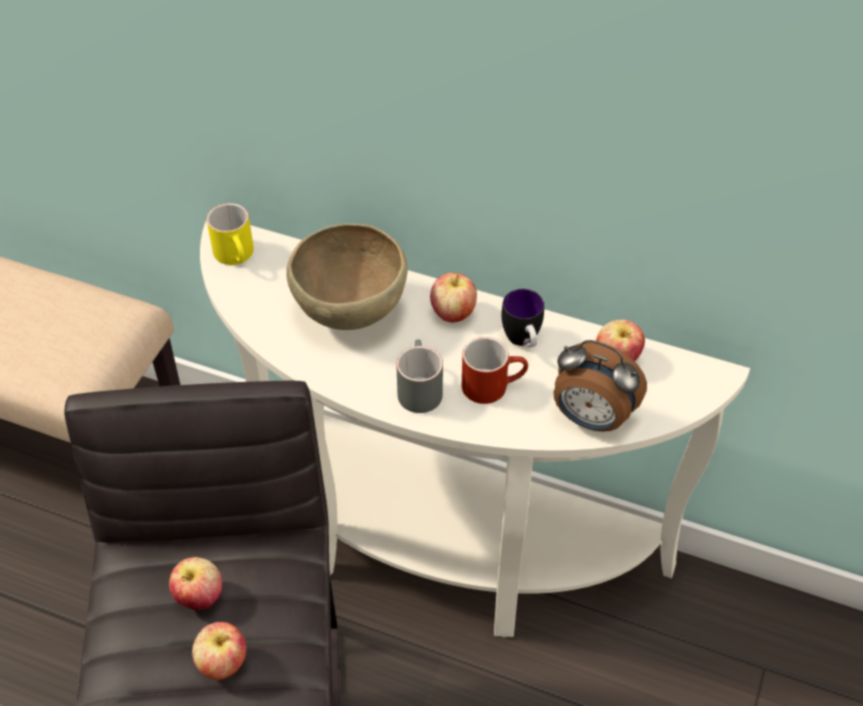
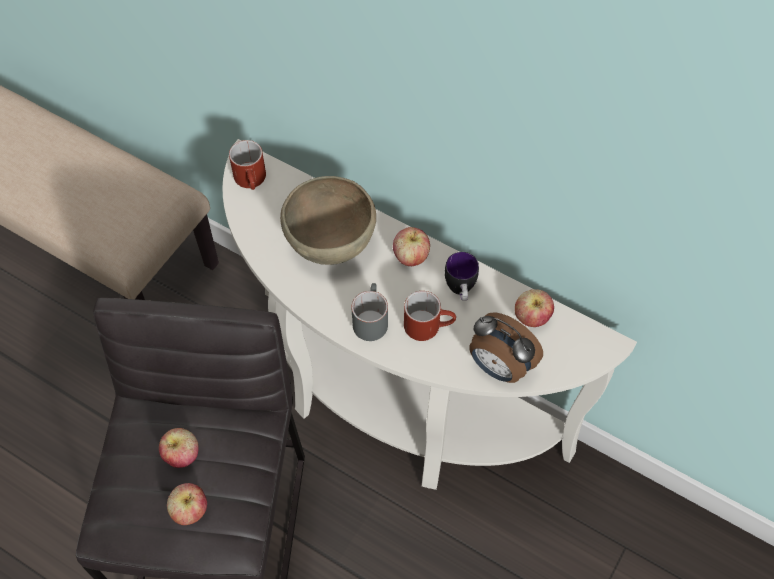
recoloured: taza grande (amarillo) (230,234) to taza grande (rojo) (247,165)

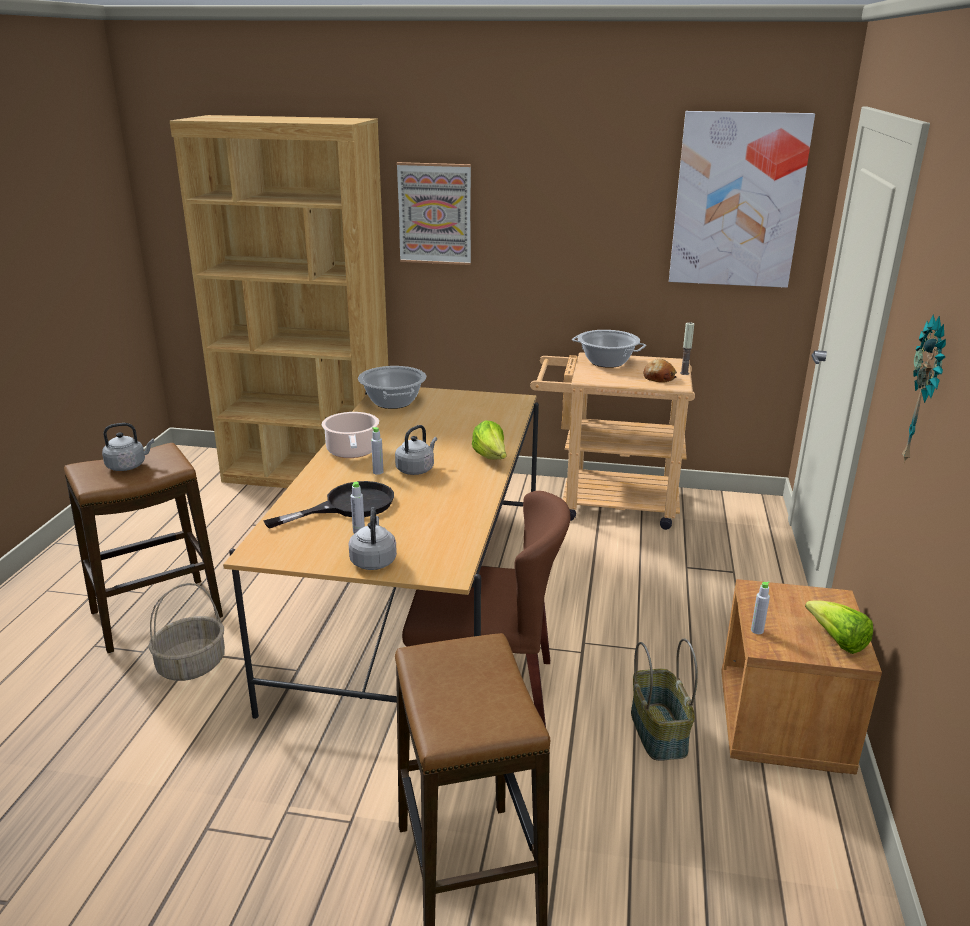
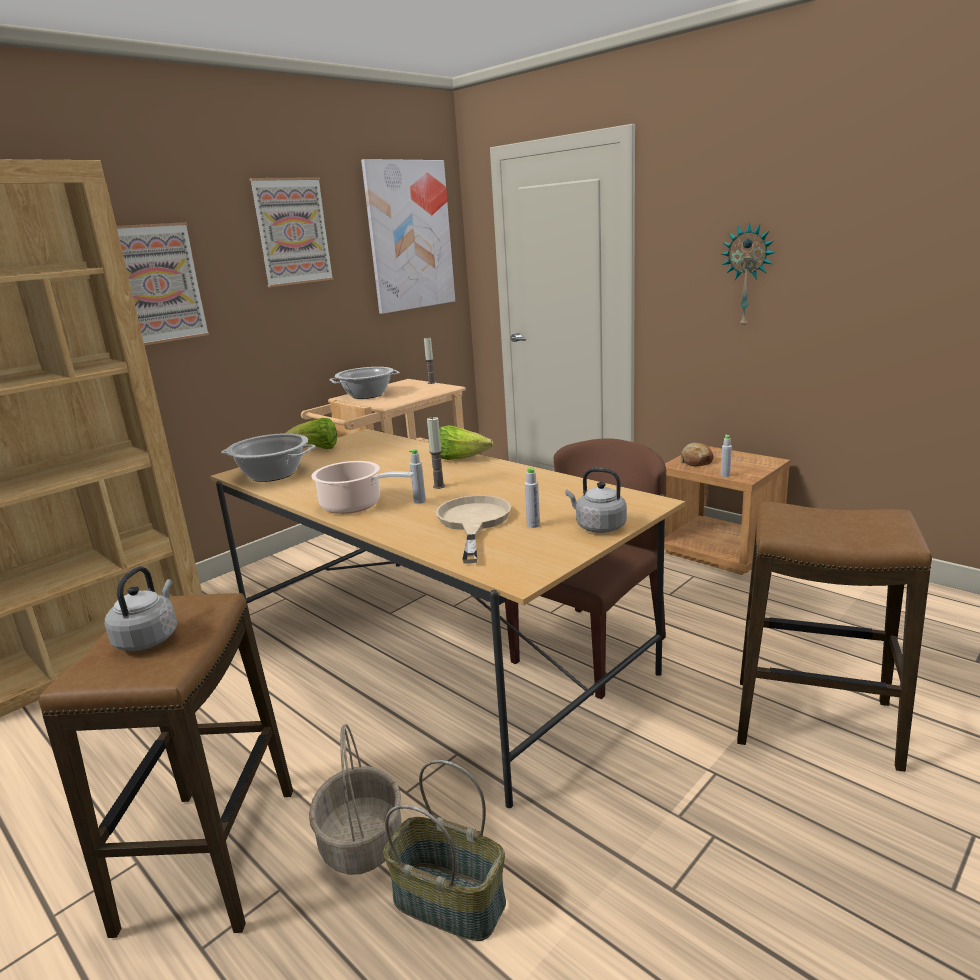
added: cuadro (291,232)
moved: cesta (664,699) to (444,850); pan (660,371) to (696,455); lechuga (839,627) to (311,433)
replaced: hervidor (gris) (416,450) to vela (436,453)
recoloured: sartén (negro) (328,505) to sartén (beis) (473,529)

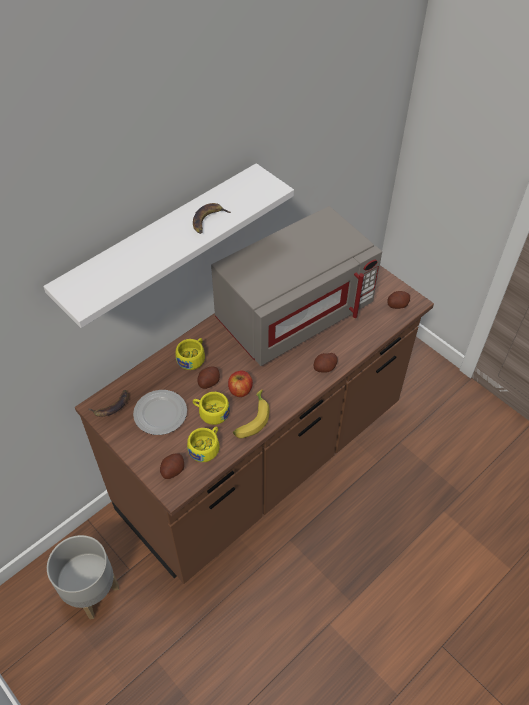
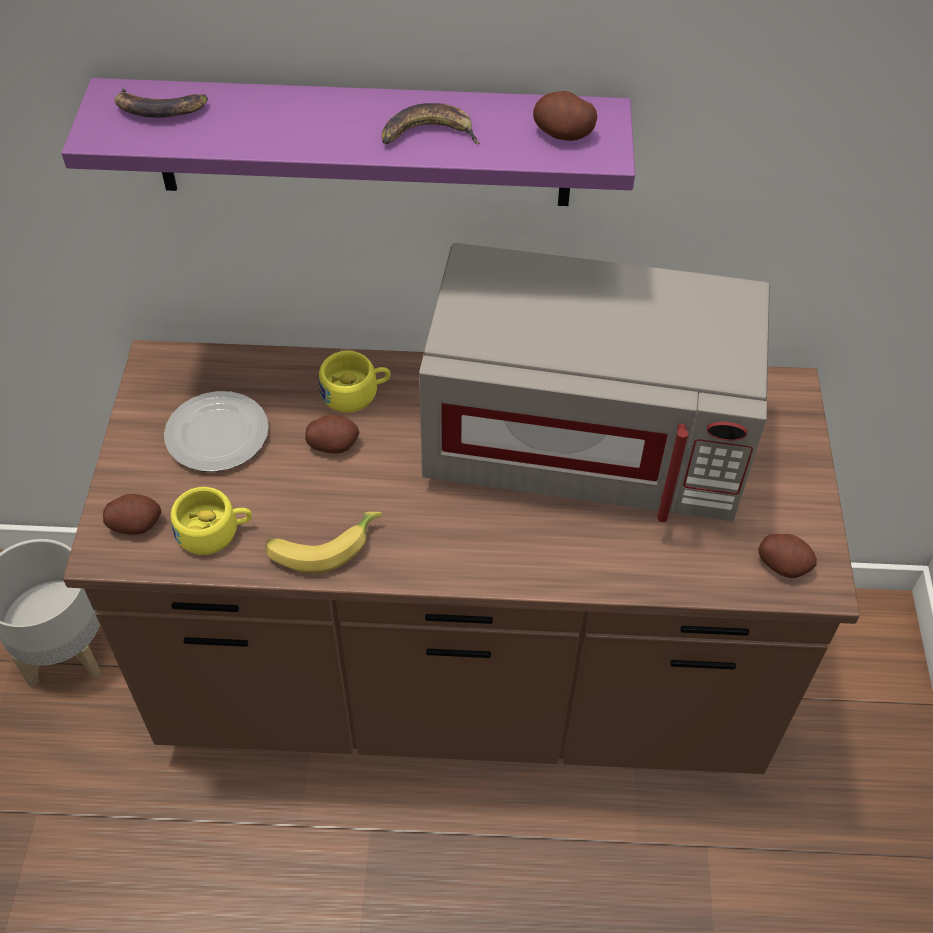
removed: taza (amarillo) (211,408); manzana (240,384)
moved: plátano (109,403) to (161,102); patata (325,363) to (565,116)
recoloured: estante (blanco) (168,245) to estante (morado) (348,142)

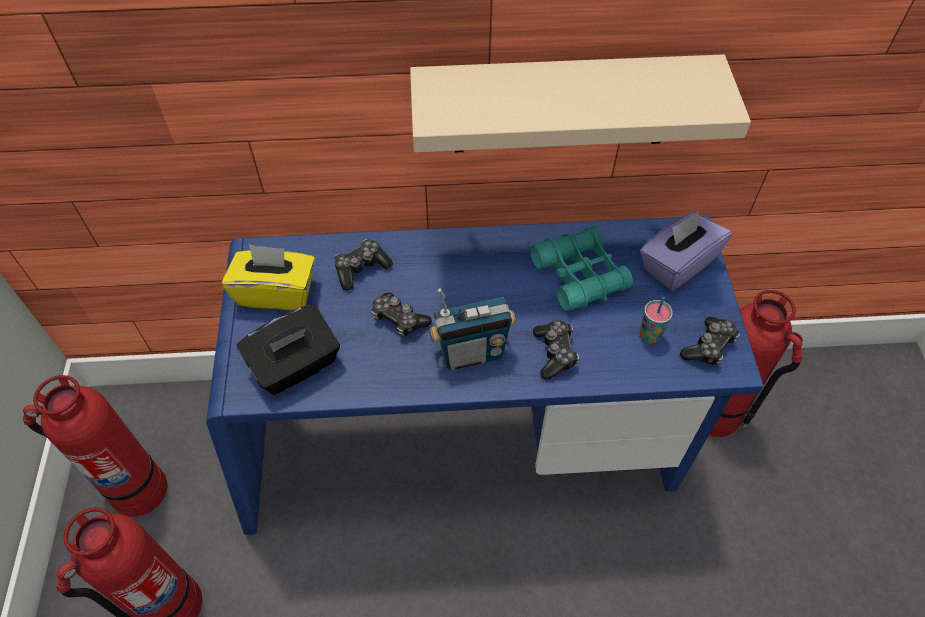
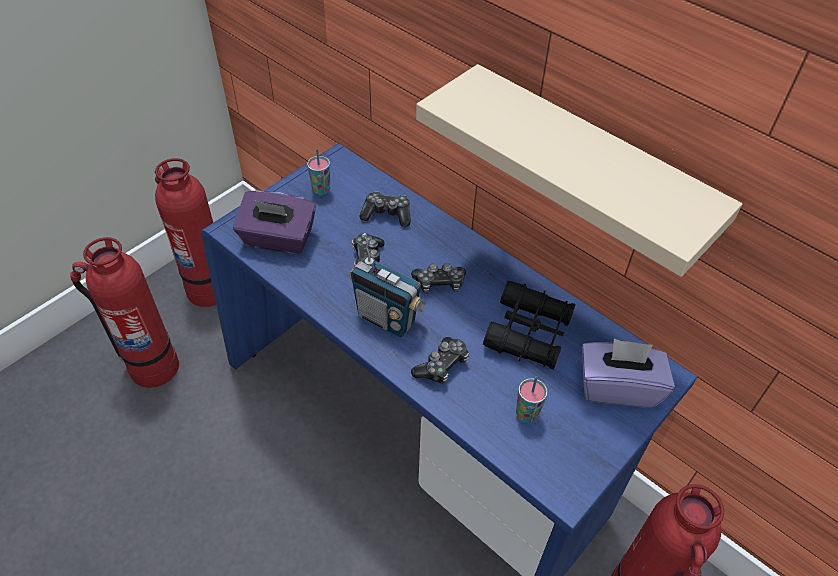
moved: mando de consola (710,341) to (438,278)
replaced: caja de pañuelos (amarillo) (268,277) to taza (318,172)
recoloured: caja de pañuelos (negro) (288,349) to caja de pañuelos (morado) (274,222); prismáticos (turquesa) (581,268) to prismáticos (negro) (529,325)

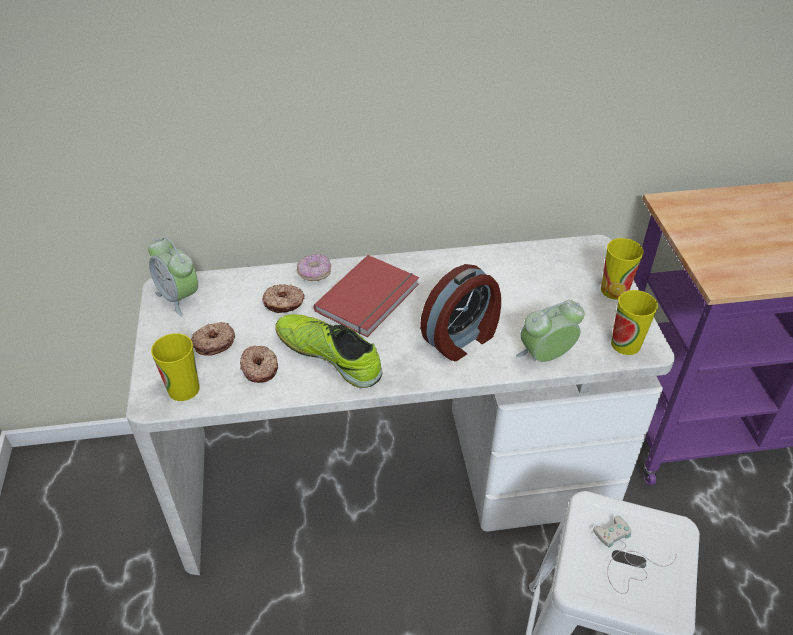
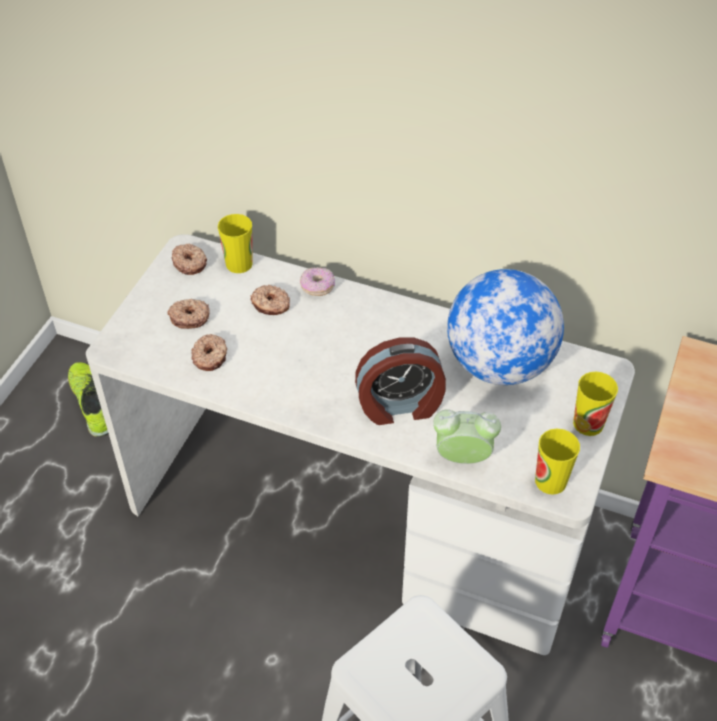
removed: libro (rojo) (366,296); mando de consola (blanco) (635,555)
added: globo terráqueo (505,327)
moved: taza (175,367) to (235,243); zapato (328,351) to (88,399)
replaced: despertador (173,276) to rosquilla (189,259)

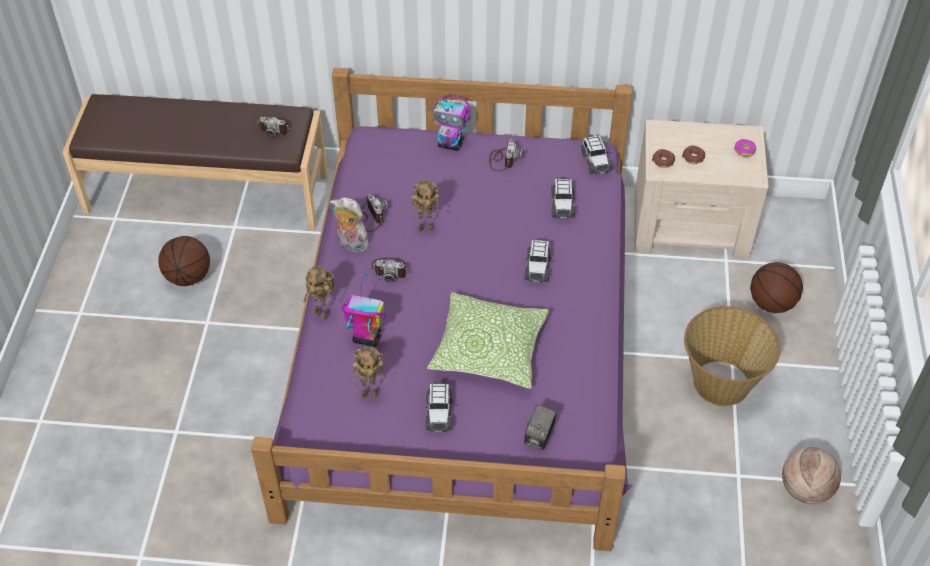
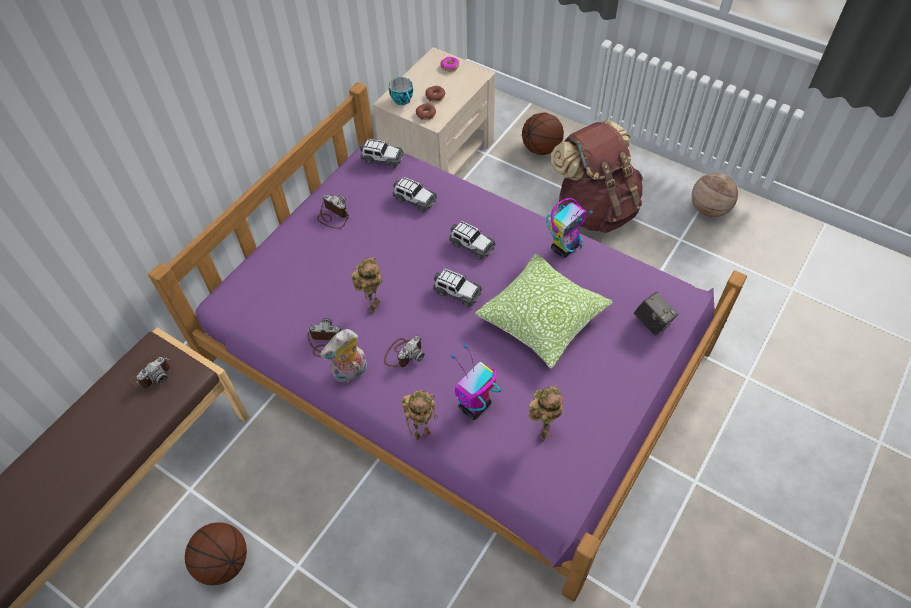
added: taza (401,91)
moved: coche de juguete (438,406) to (457,287); robot de juguete (451,123) to (569,228)
replaced: cesta (732,356) to mochila (marrón) (597,176)

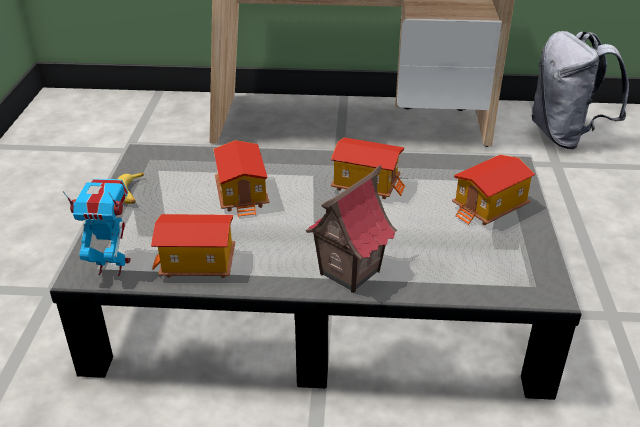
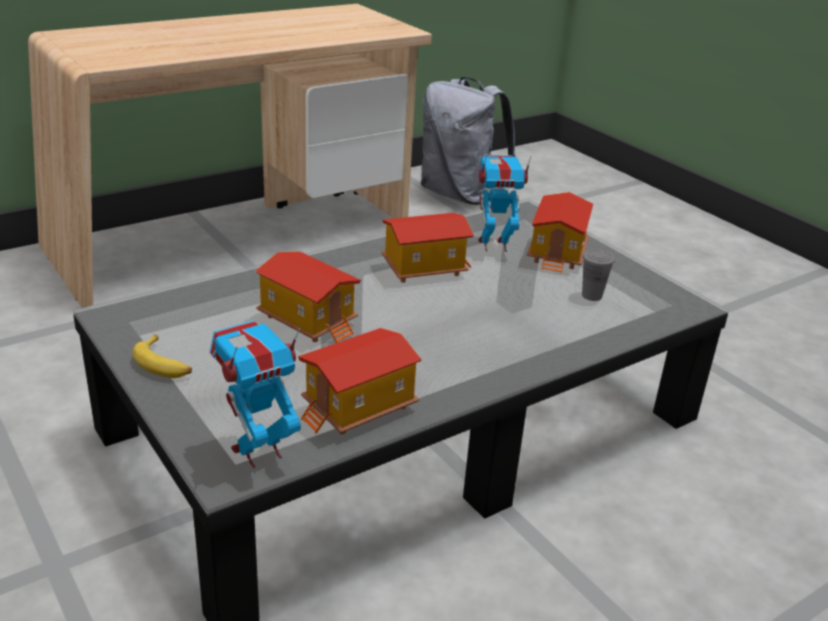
removed: casita (351,229)
added: robot de juguete (505,203); taza (gris) (598,275)

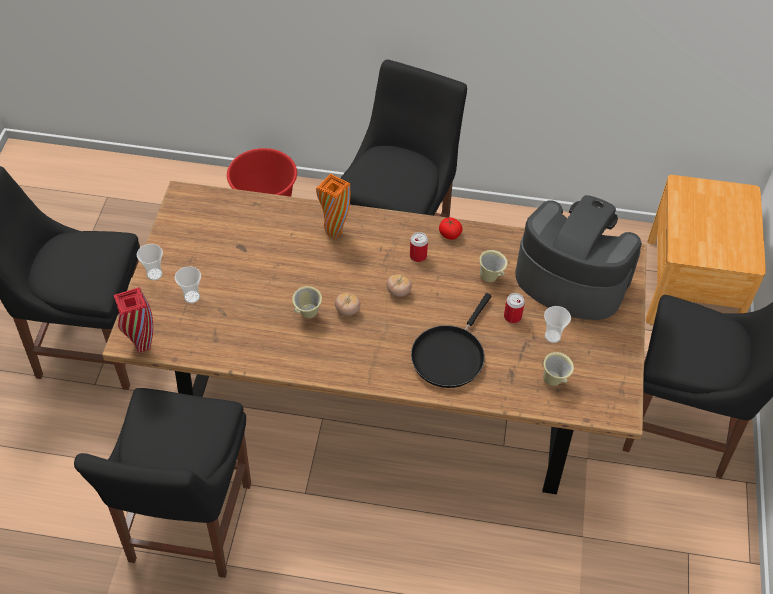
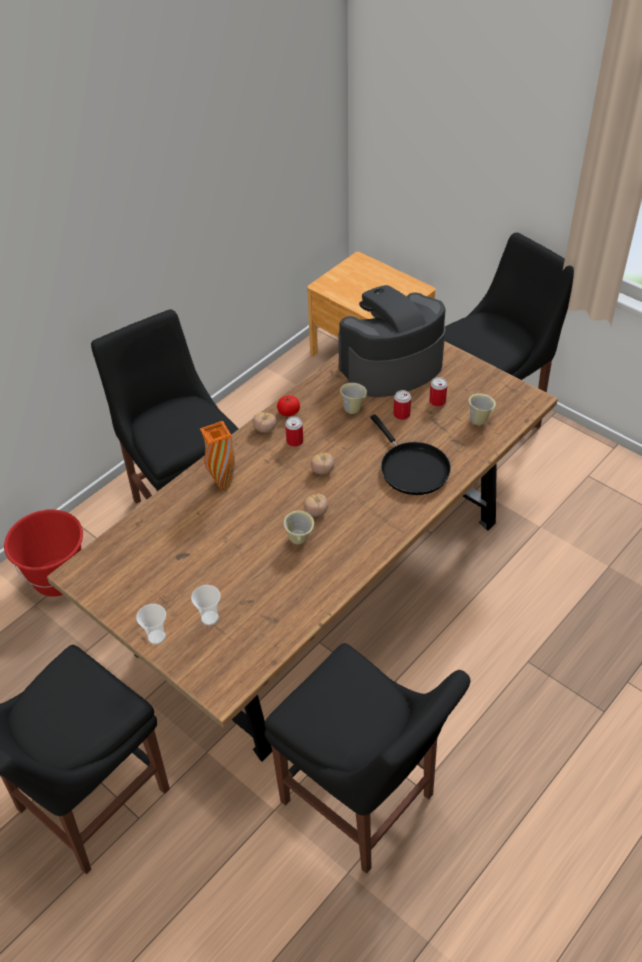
removed: florero (rojo) (133,320)
added: tomate (264,422)
replaced: taza (557,324) to lata (438,392)

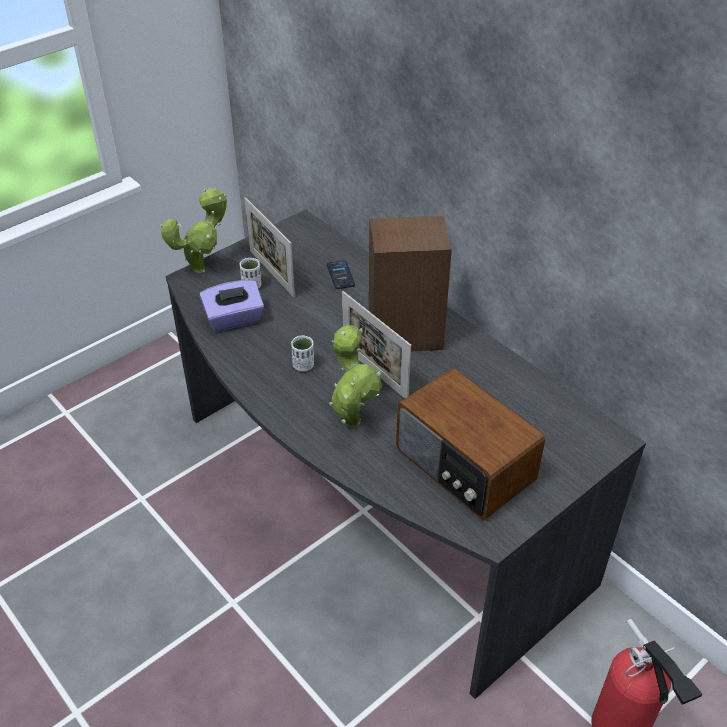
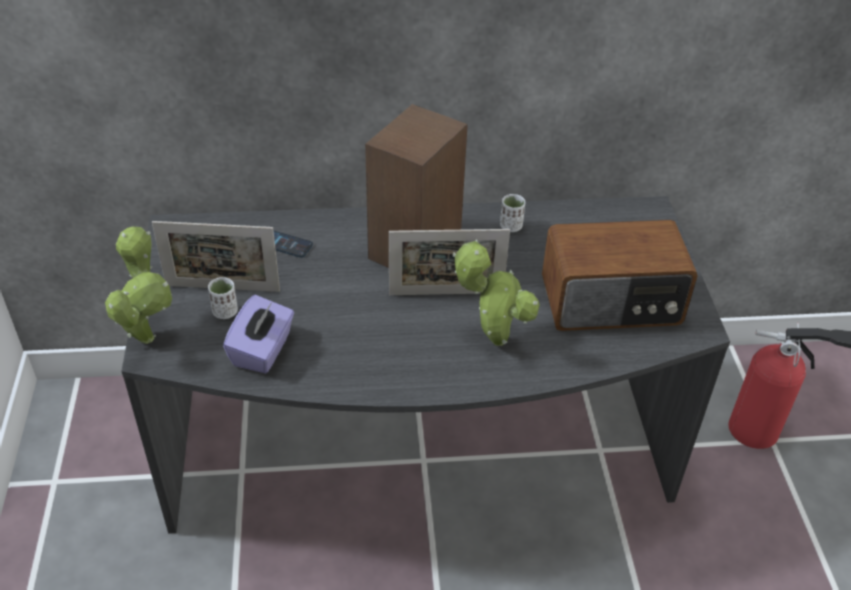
moved: taza (blanco) (302,353) to (512,213)

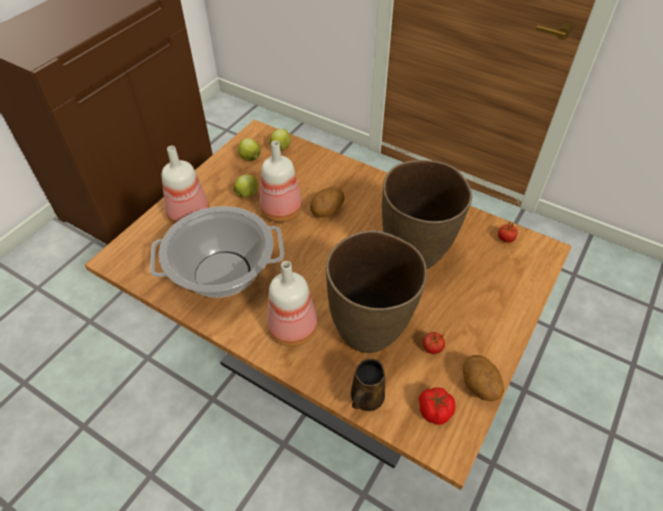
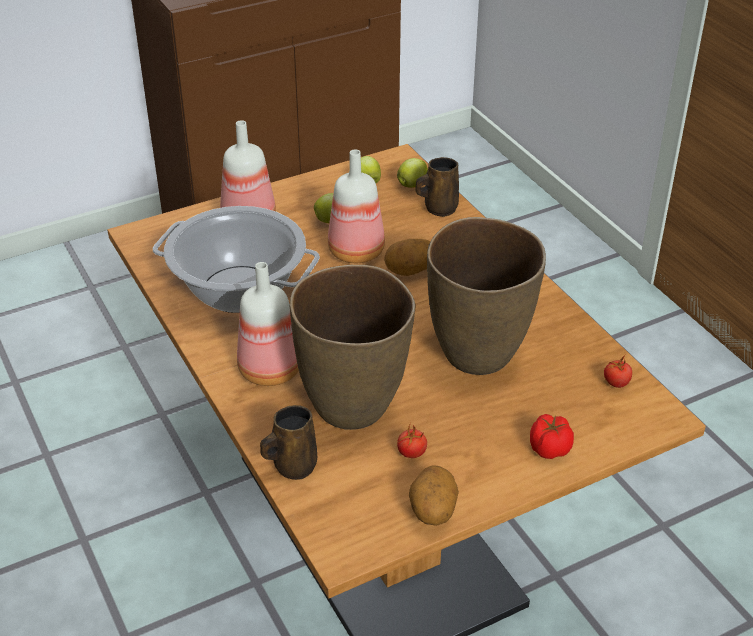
added: taza grande (marrón) (437,187)
moved: tomate (437,406) to (552,436)

